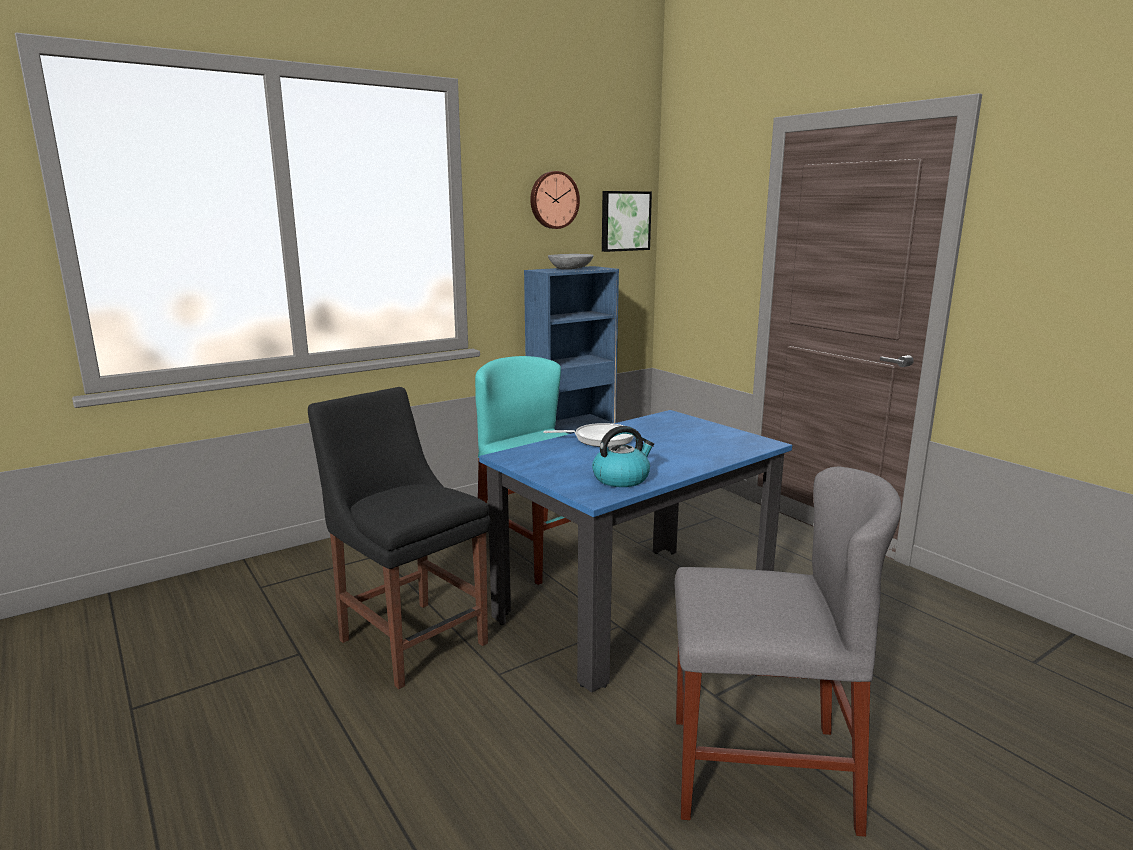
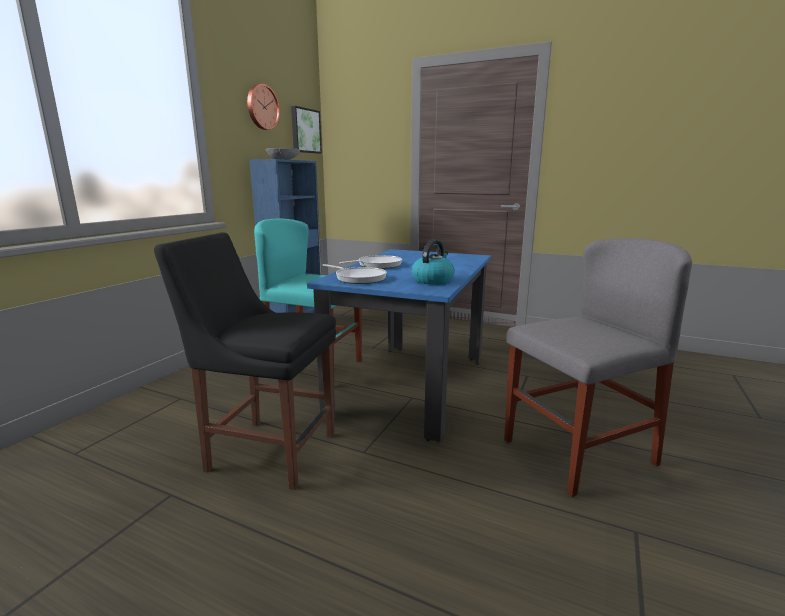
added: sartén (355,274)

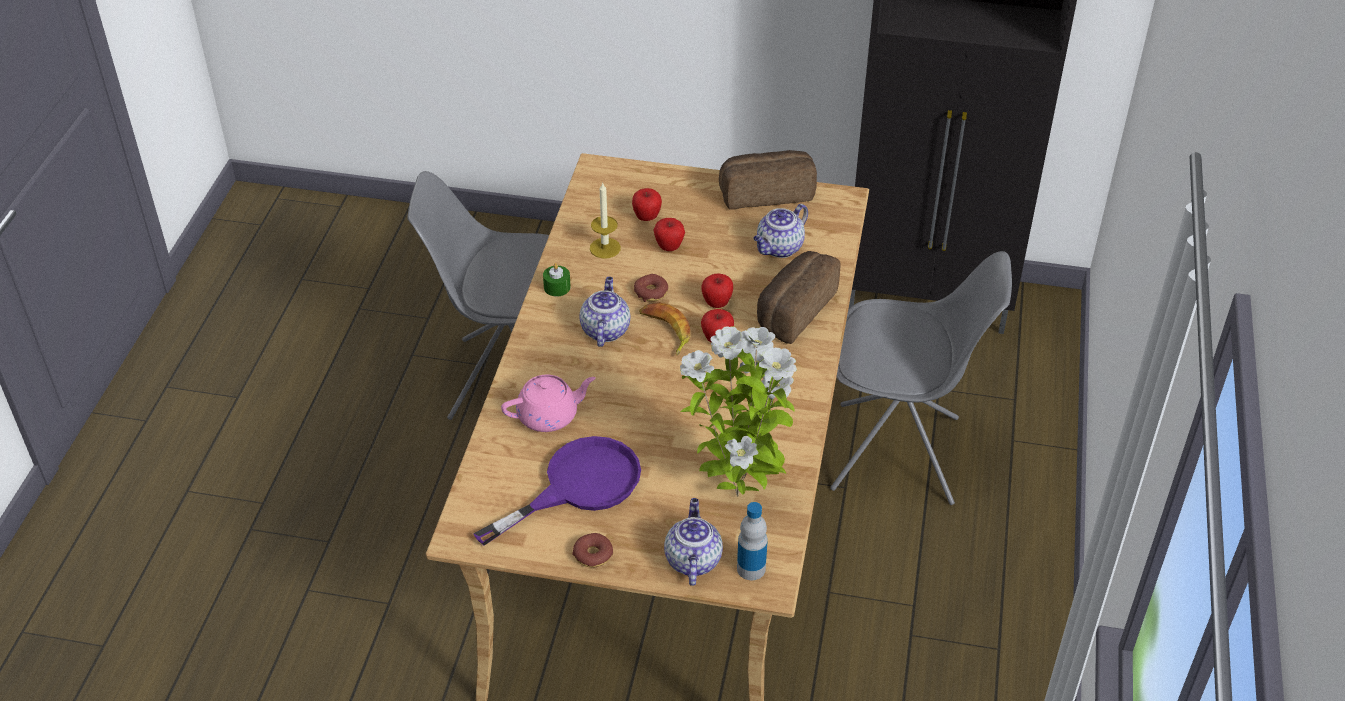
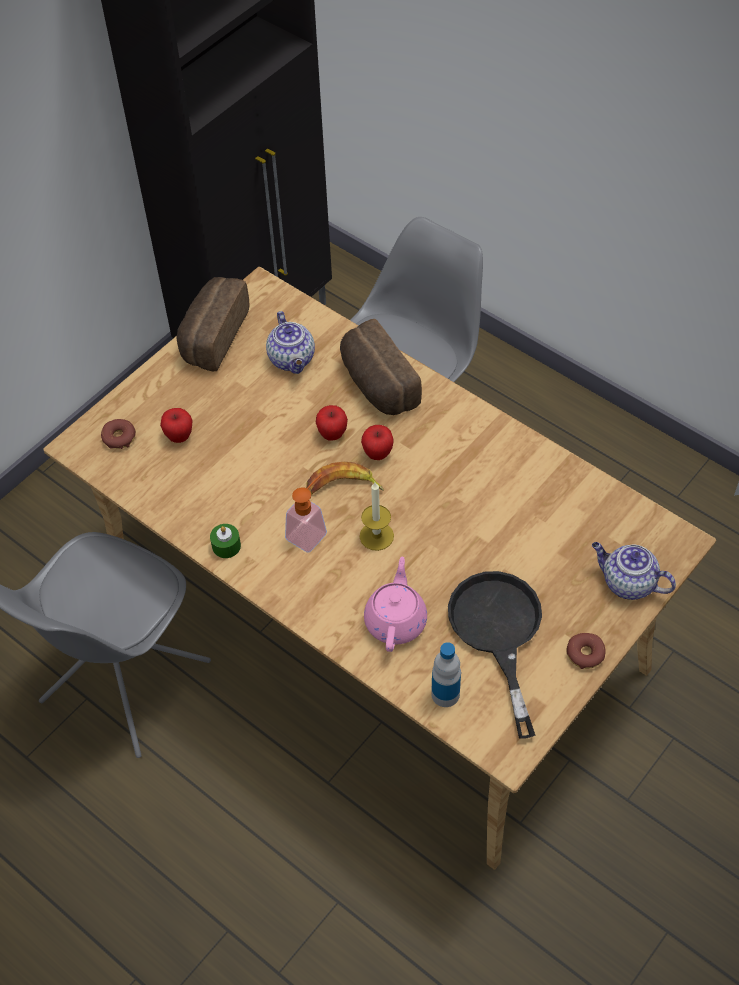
removed: manzana (669,234); planta en maceta (738,411)
moved: vela (605,220) to (377,516); rosquilla (651,288) to (118,434); botella (752,541) to (446,674)
replaced: tetera (604,312) to dispensador de jabón (306,513)
recoloured: sartén (morado) (557,491) to sartén (negro) (495,655)

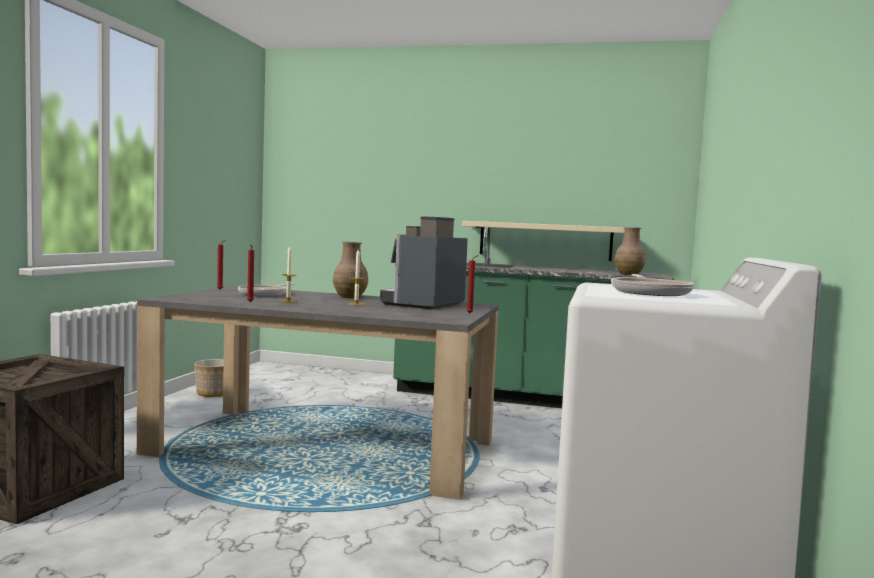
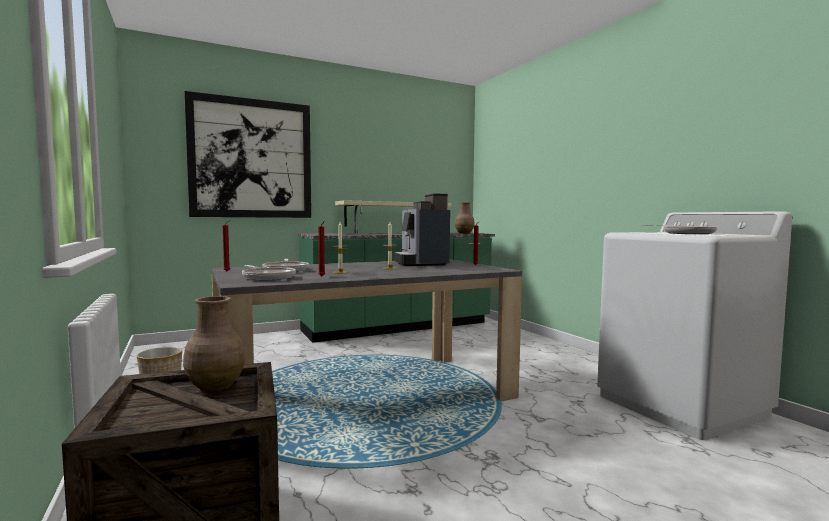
added: cuadro (248,154); sartén (269,272)
moved: florero (marrón) (350,270) to (214,344)

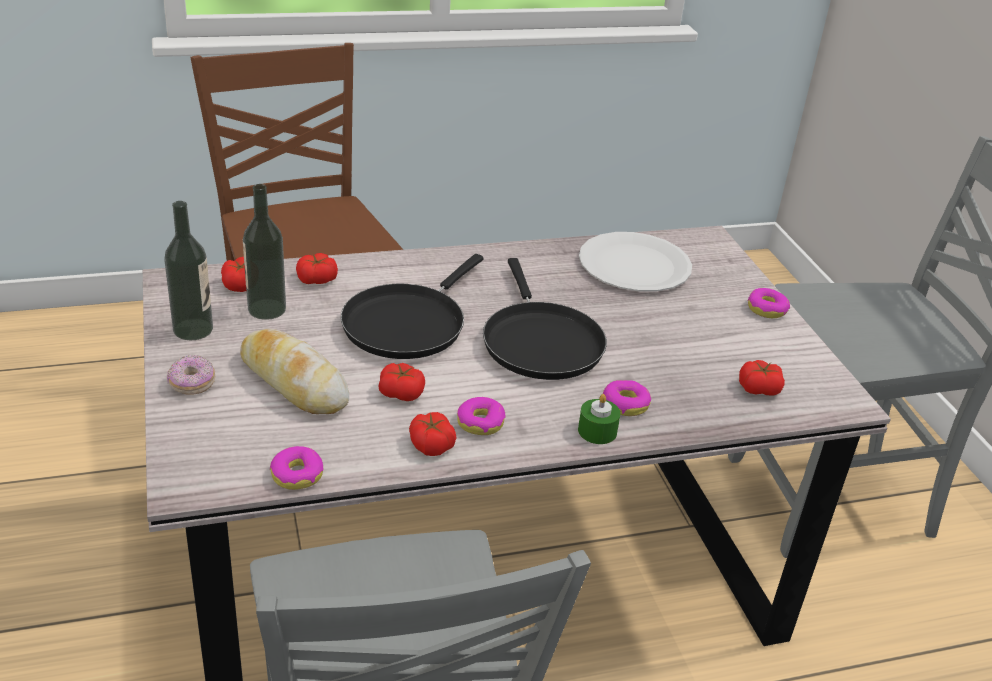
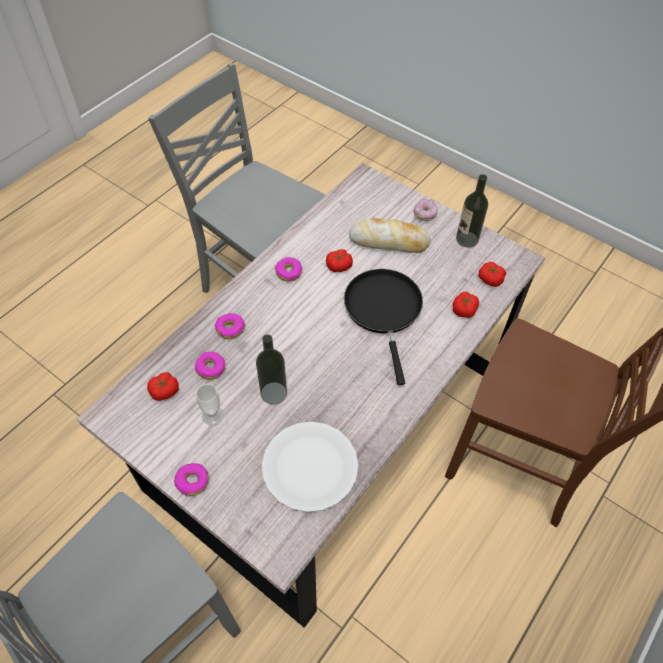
removed: tomate (433,434); sartén (negro) (545,319); vela (verde) (599,419)
added: taza (210,404)
moved: botella (264,252) to (271,369); rosquilla (297,468) to (210,365)

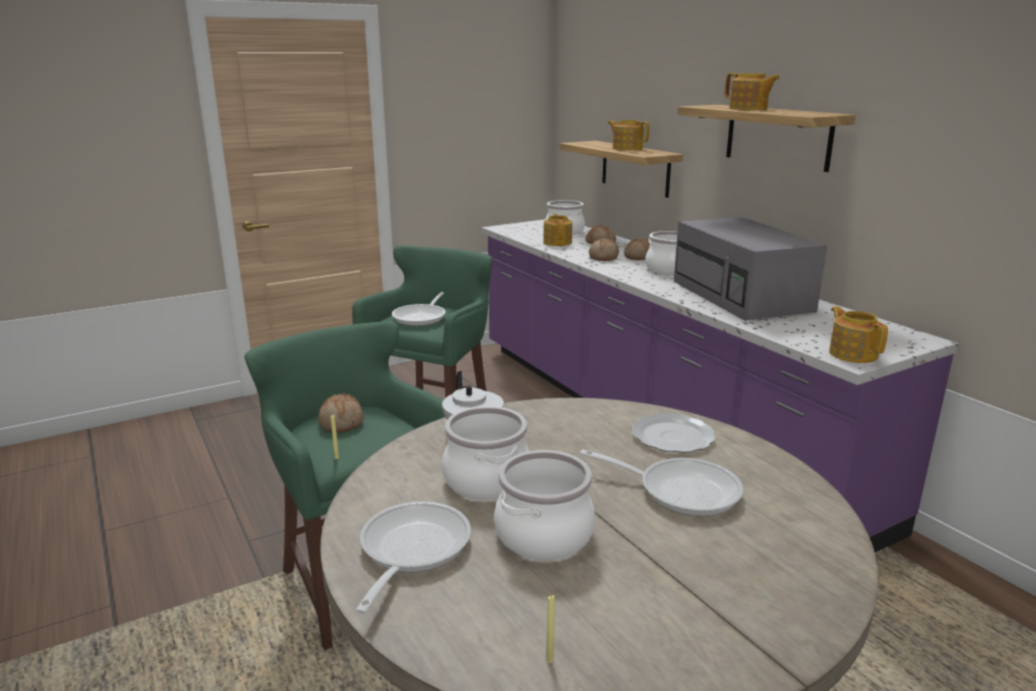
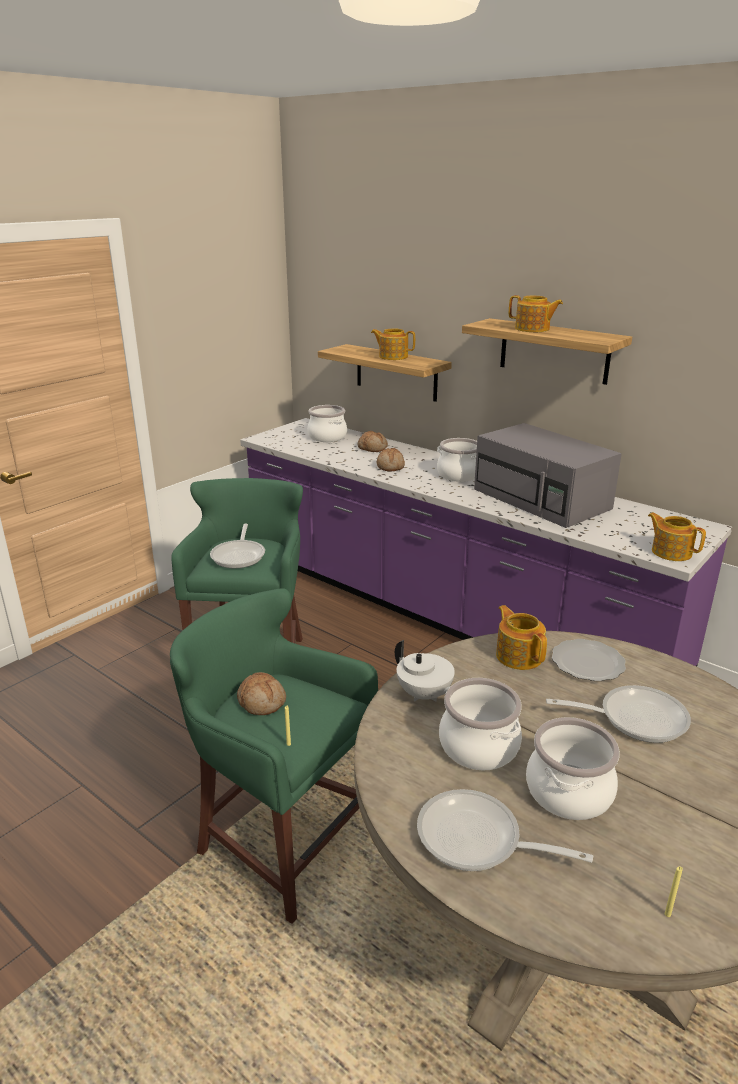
removed: pan (637,249)
moved: tetera (557,230) to (521,637)
turned: sartén (413,557) = (505,830) 60 degrees counterclockwise

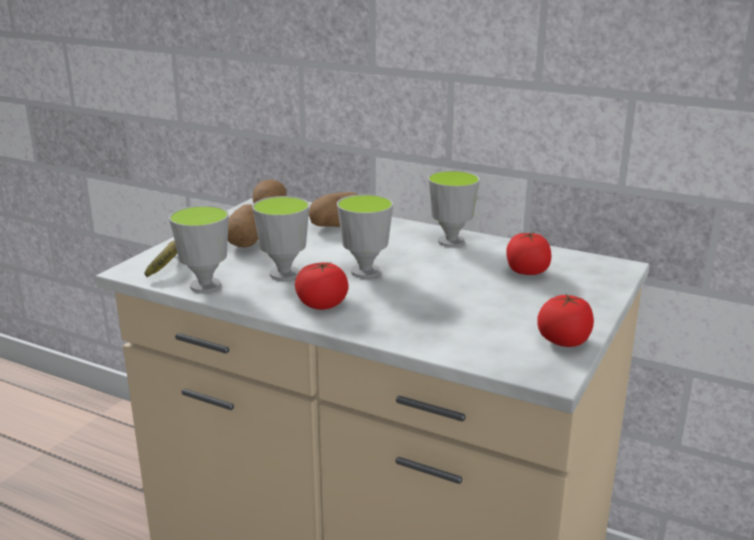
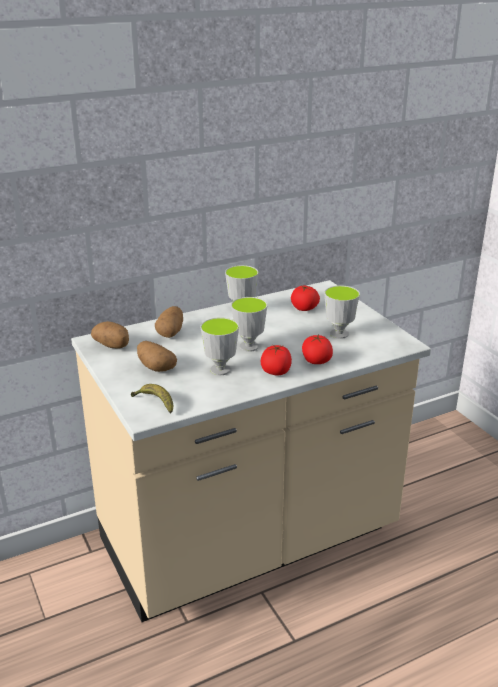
moved: taza (199,248) to (342,312); tomate (565,320) to (317,349)

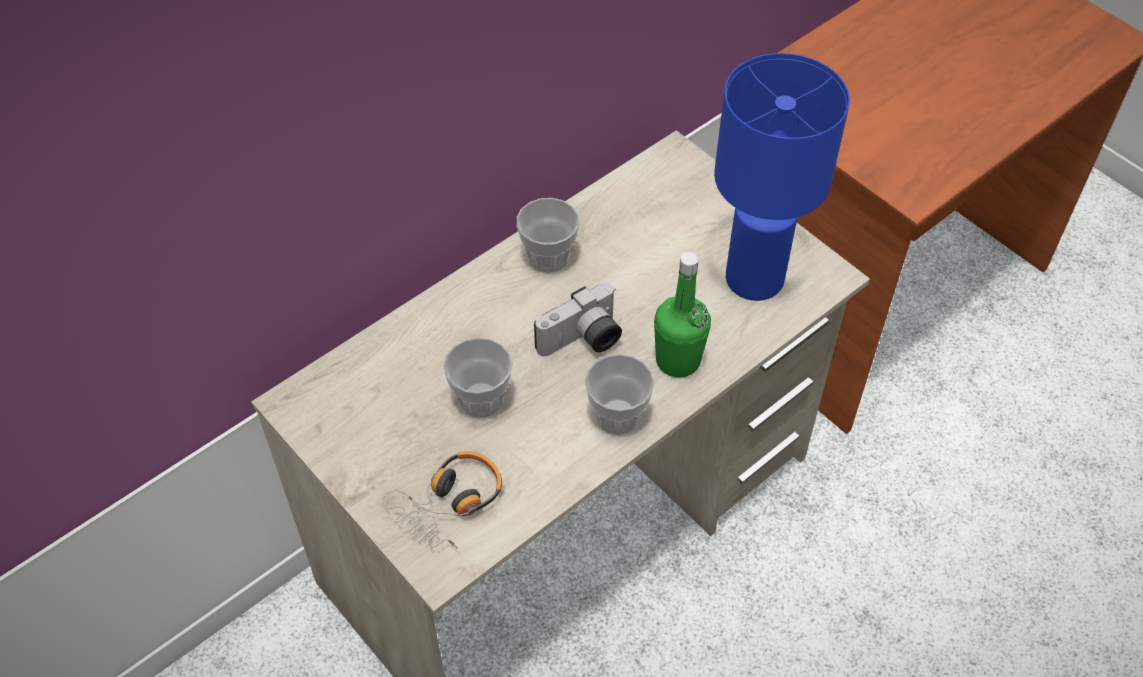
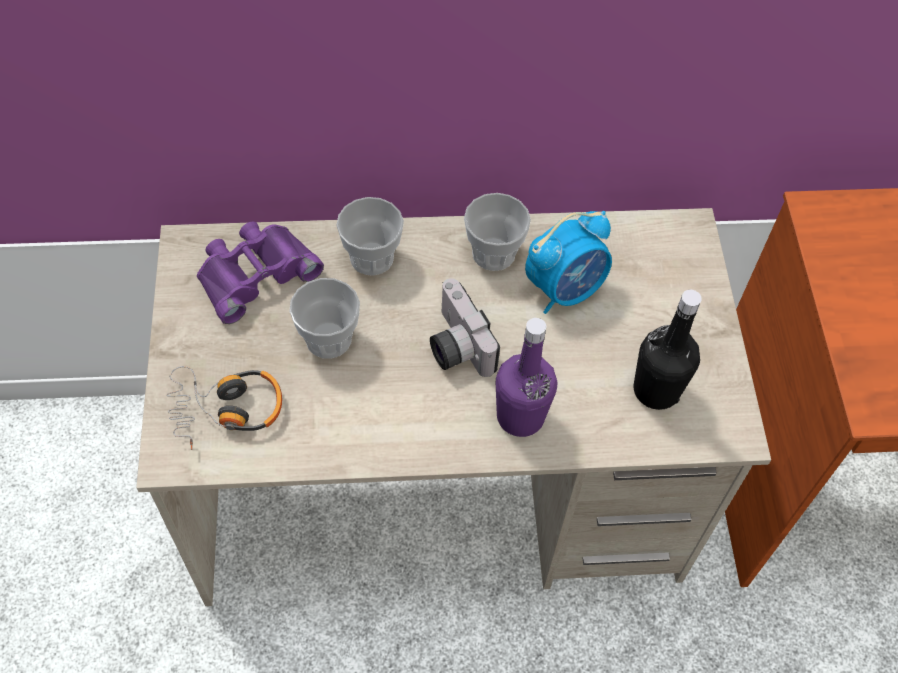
added: prismáticos (morado) (260,272); despertador (568,262)
moved: taza (620,394) to (370,236)
replaced: lámpara de mesa (azul) (782,177) to botella (negro) (668,350)
recoloured: botella (verde) (682,315) to botella (morado) (526,377)
turned: cámara (578,319) = (465,327) 60 degrees clockwise

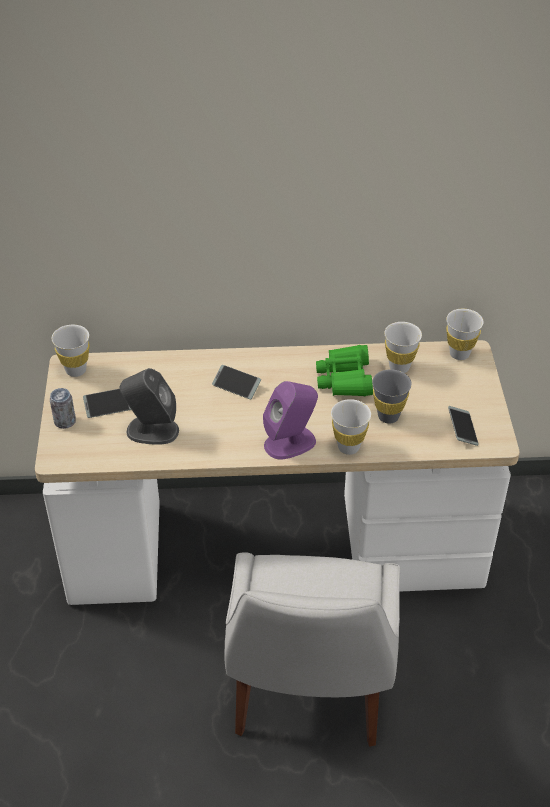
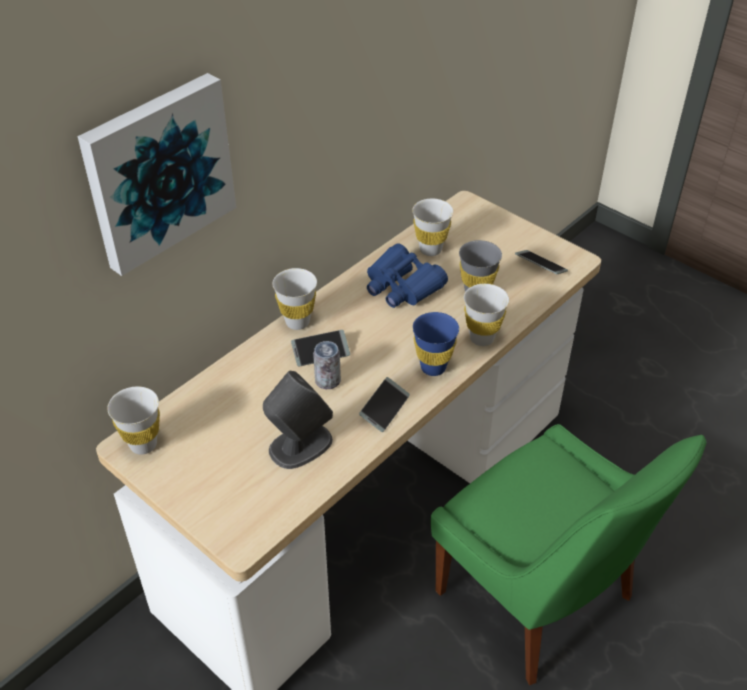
added: cuadro (157,174)
moved: lata (63,408) to (327,365); móvil (107,403) to (384,404); taza (blanco) (465,334) to (294,299)
replaced: altavoz (morado) (290,420) to taza (azul) (436,344)
recoloured: silla (blanco) (312,649) to silla (verde) (568,554); prismáticos (verde) (344,370) to prismáticos (azul) (407,276)

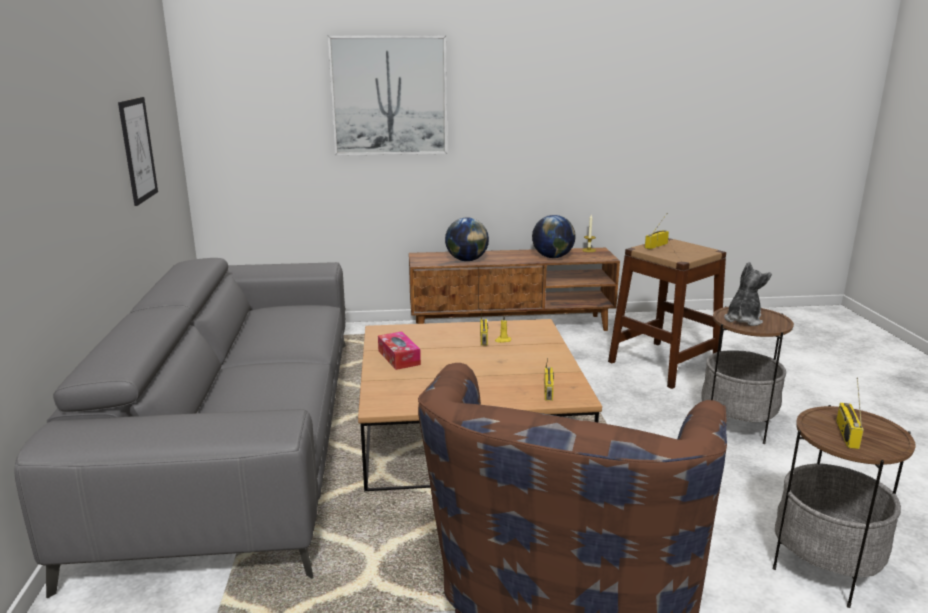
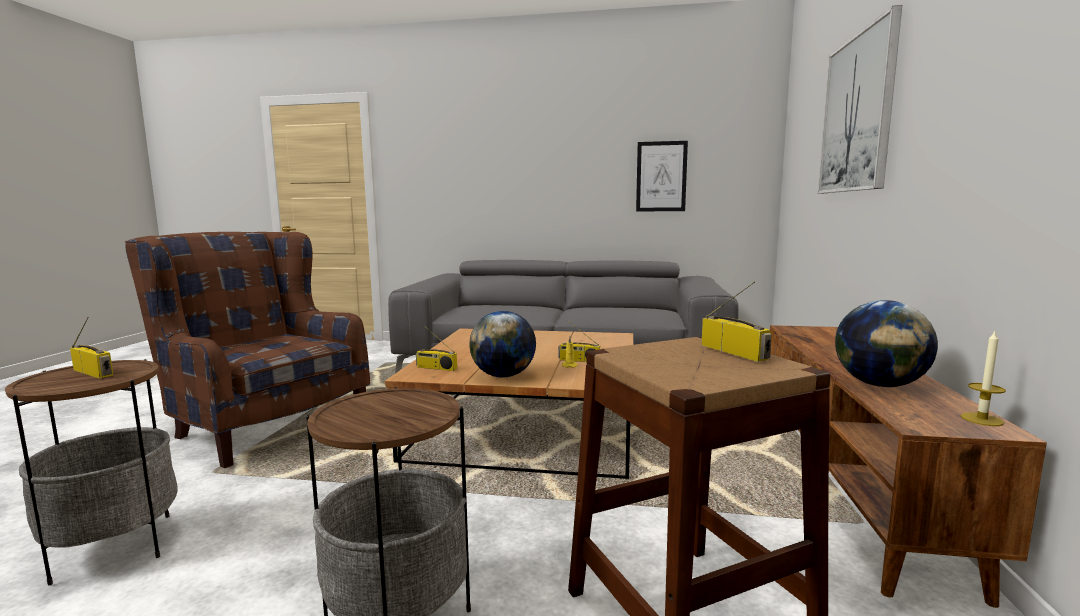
removed: caja de pañuelos (399,350); peluche (748,294)
moved: globo terráqueo (467,239) to (502,344)

